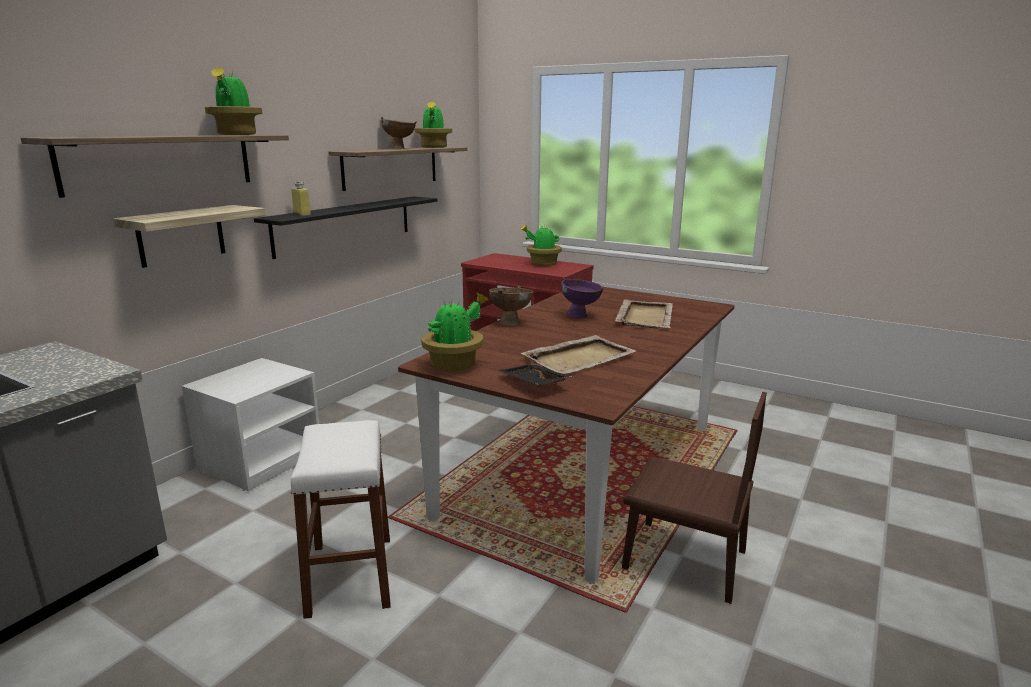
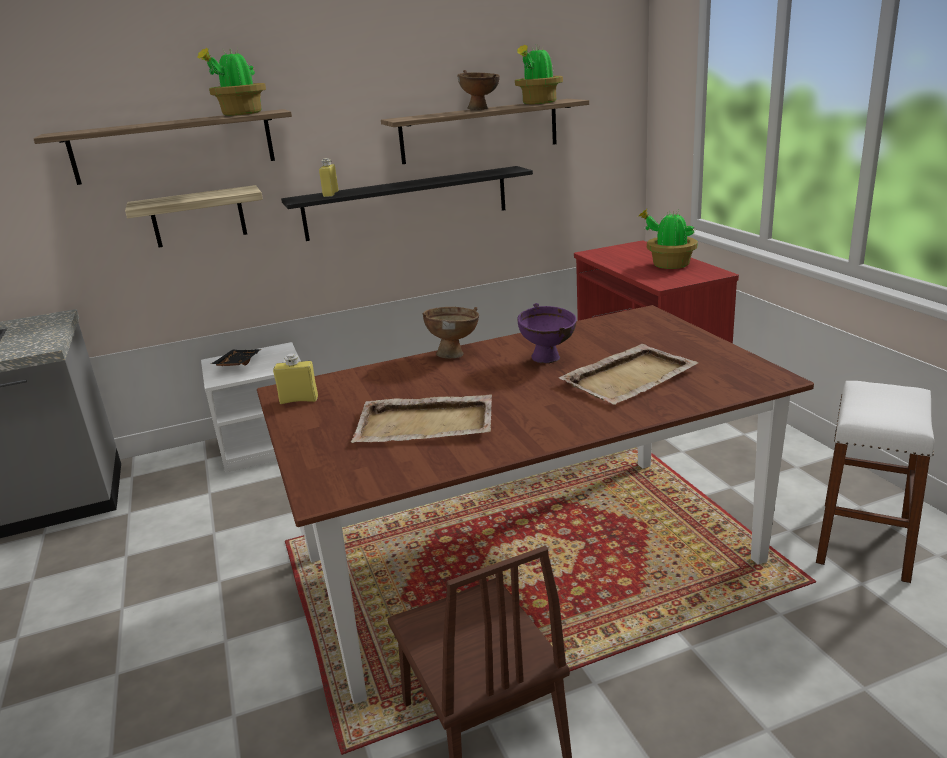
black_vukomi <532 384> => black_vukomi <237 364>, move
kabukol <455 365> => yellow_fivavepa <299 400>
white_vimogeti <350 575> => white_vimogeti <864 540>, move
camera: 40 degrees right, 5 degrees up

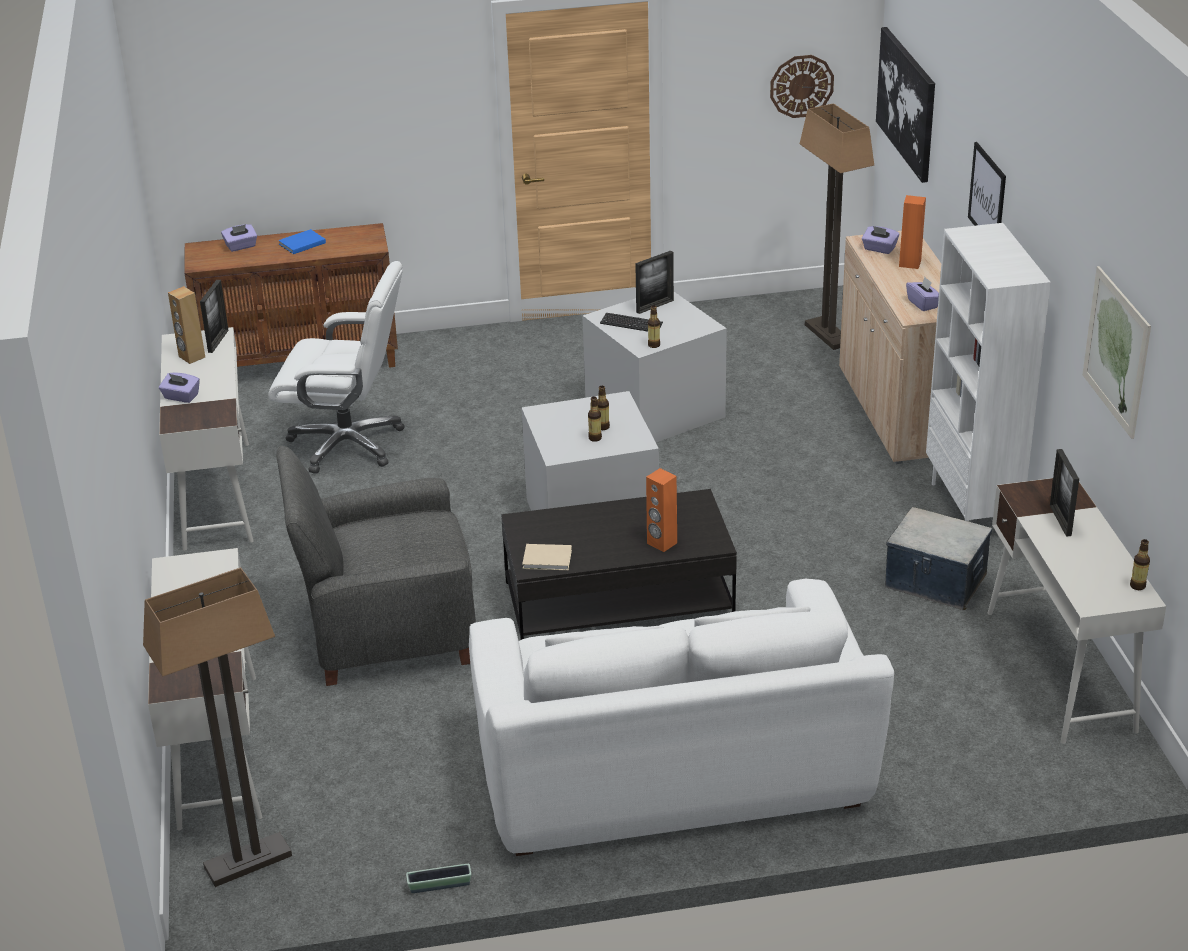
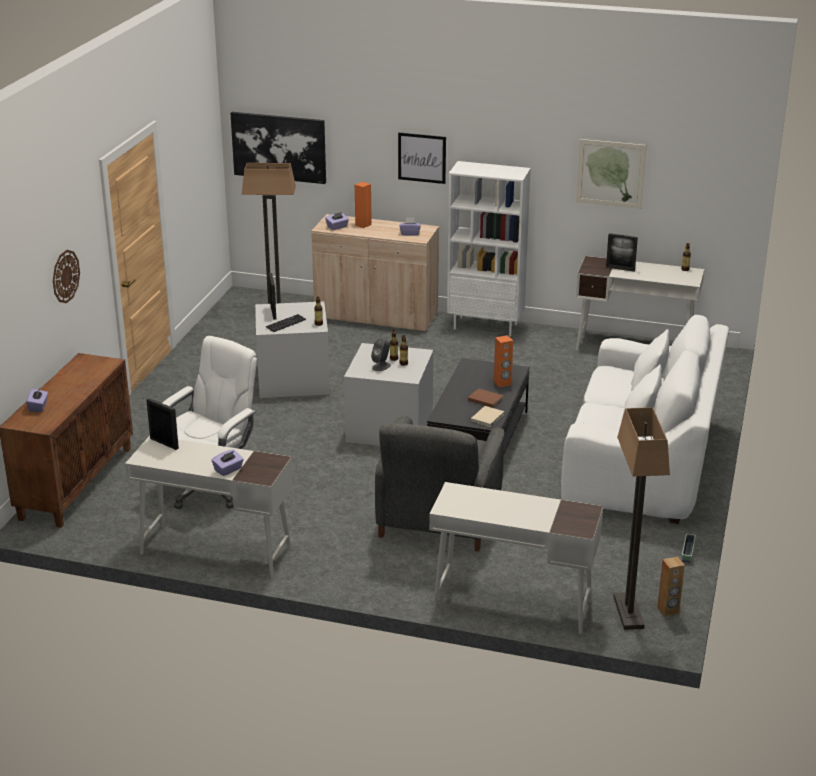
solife <801 86> => solife <65 276>, move
nothing => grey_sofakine <381 366>
nothing => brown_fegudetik <485 399>
brown_sofakine <191 357> => brown_sofakine <668 611>, move
blue_fegudetik <301 244> => nothing
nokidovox <935 581> => nothing
camera: 65 degrees left, 5 degrees down

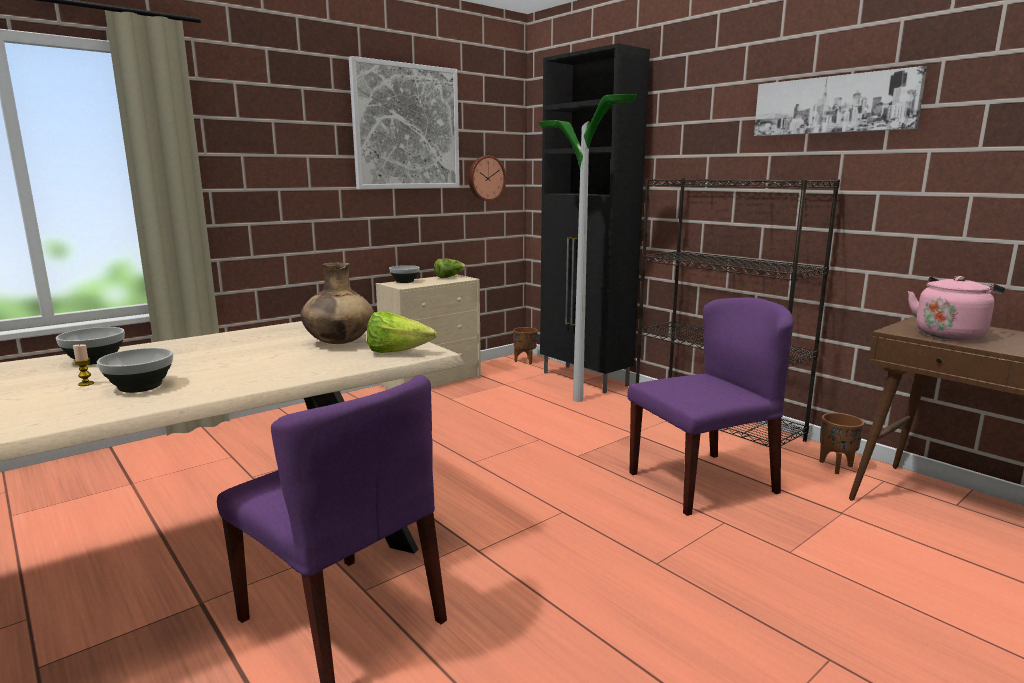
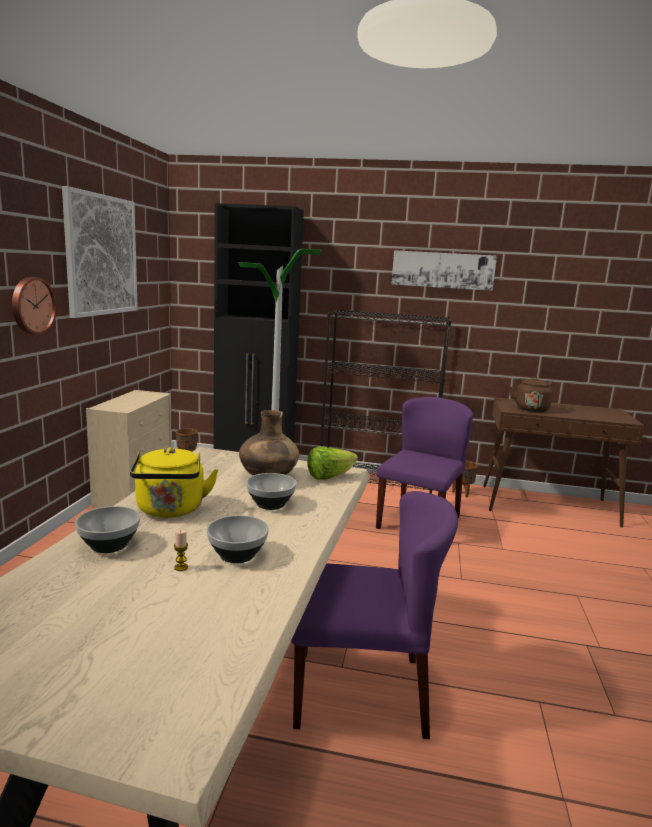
solife <486 178> => solife <32 305>, move
nothing => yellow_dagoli <170 510>
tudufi <405 281> => tudufi <271 504>, move
pink_dagoli <950 334> => brown_dagoli <530 409>
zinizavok <449 277> => nothing
camera: 40 degrees left, 0 degrees up

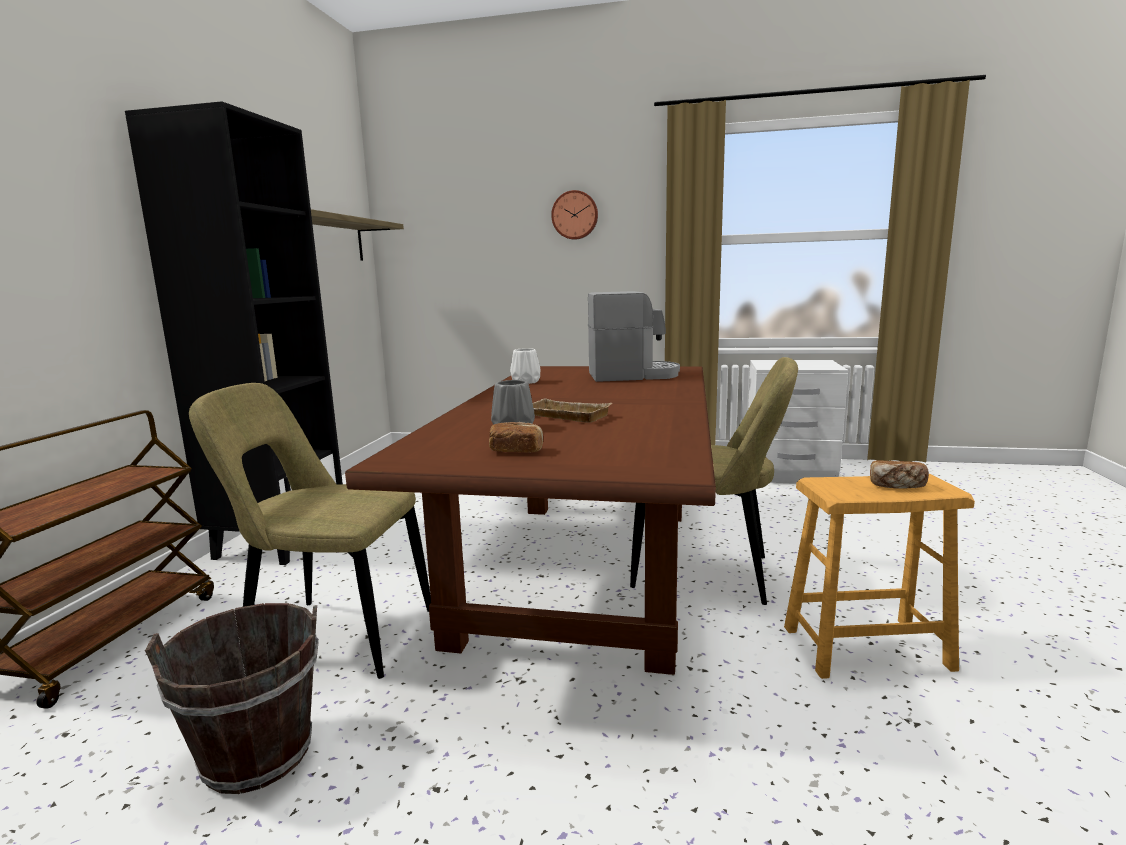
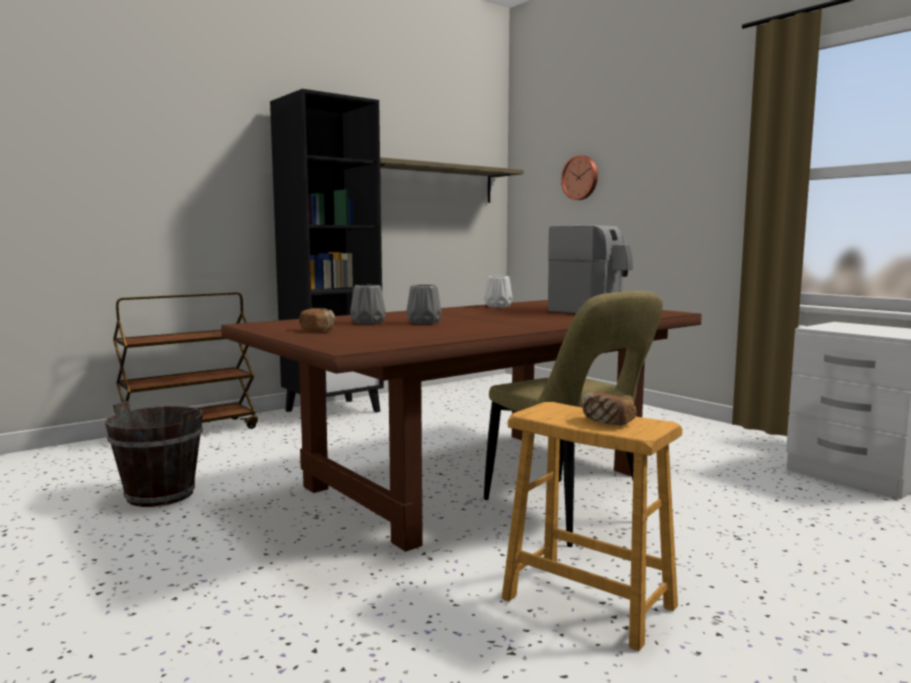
beige_vukomi <564 416> => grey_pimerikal <423 322>
solife <575 215> => solife <580 178>, move
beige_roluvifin <332 636> => nothing
camera: 40 degrees right, 5 degrees down

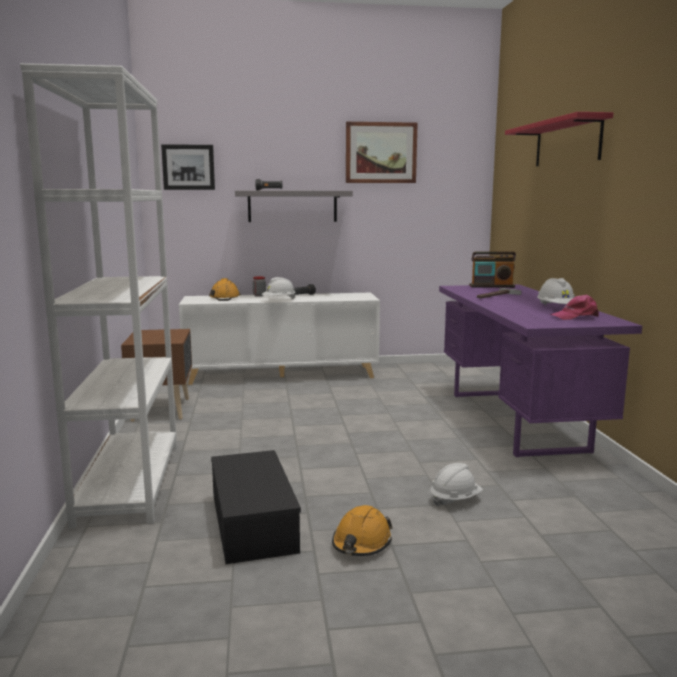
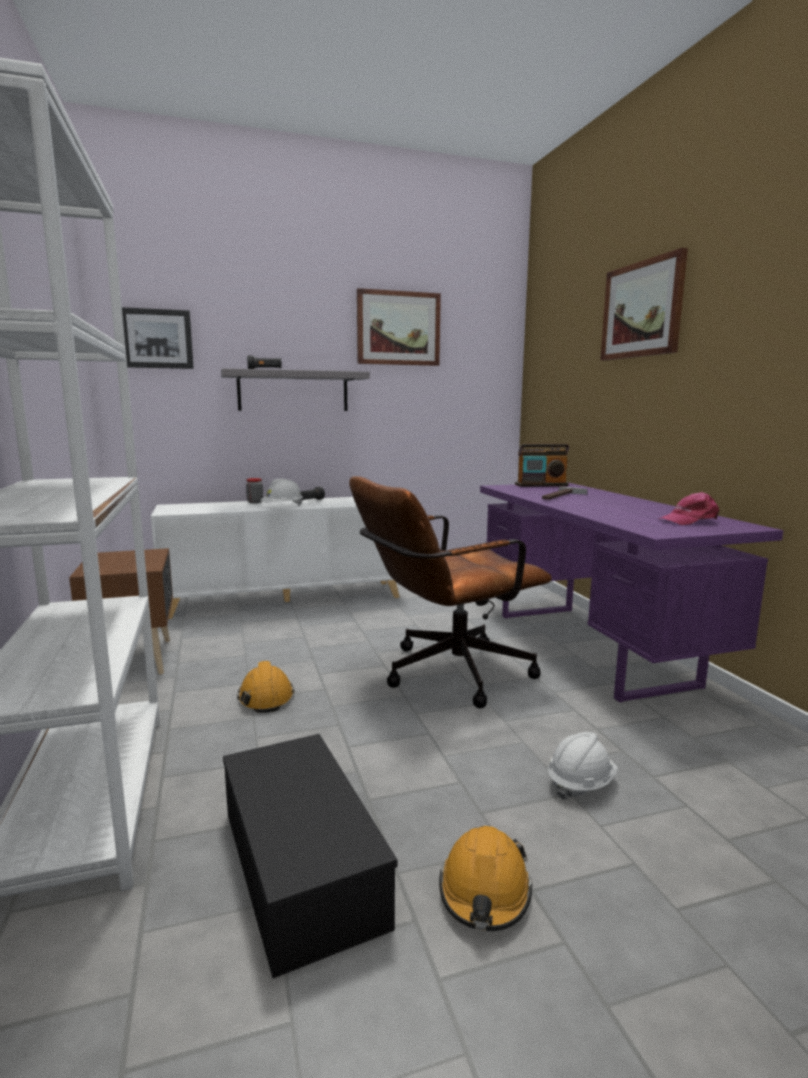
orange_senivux <225 297> => orange_senivux <265 697>, move
nothing => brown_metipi <445 674>
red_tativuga <567 143> => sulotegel <642 310>
white_senivux <556 308> => nothing
camera: 10 degrees left, 0 degrees up

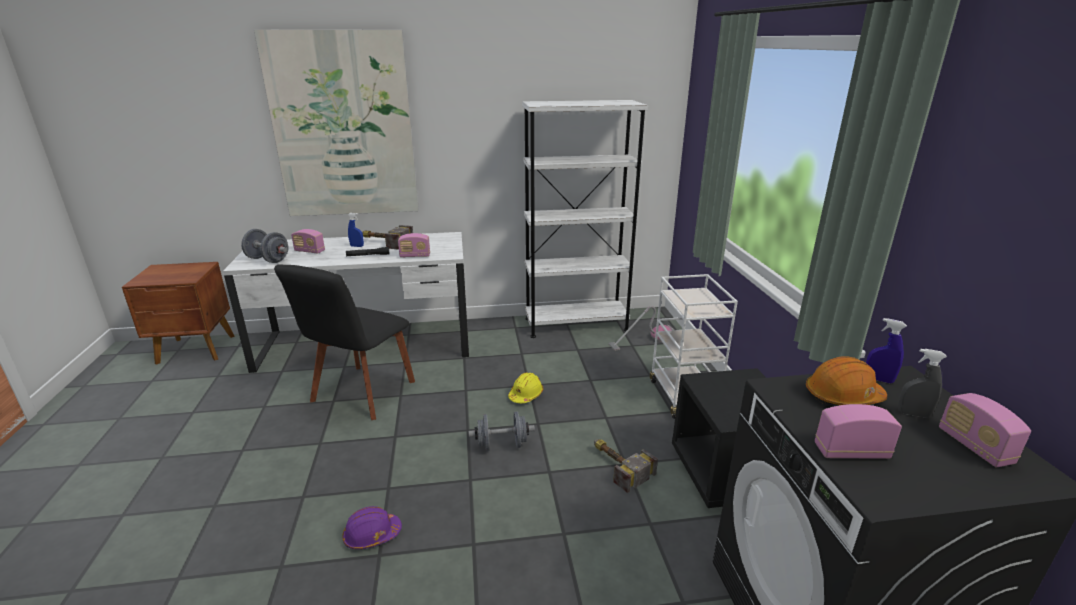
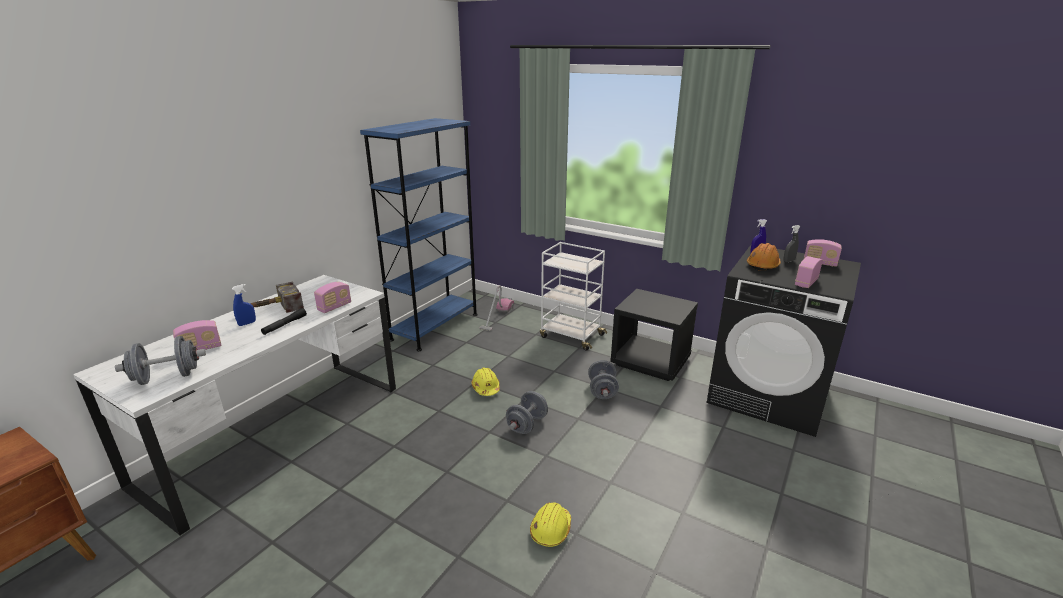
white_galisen <576 324> => blue_galisen <435 326>
purple_senivux <372 535> => yellow_senivux <551 530>
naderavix <617 465> => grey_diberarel <602 391>
sulotegel <343 126> => nothing
black_roluvifin <360 394> => nothing
camera: 50 degrees left, 0 degrees up

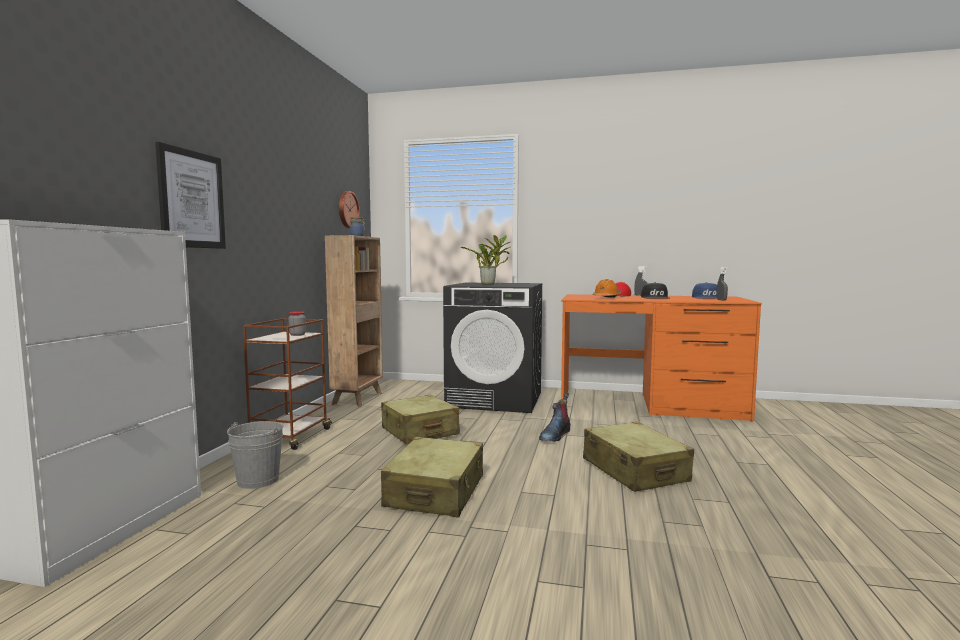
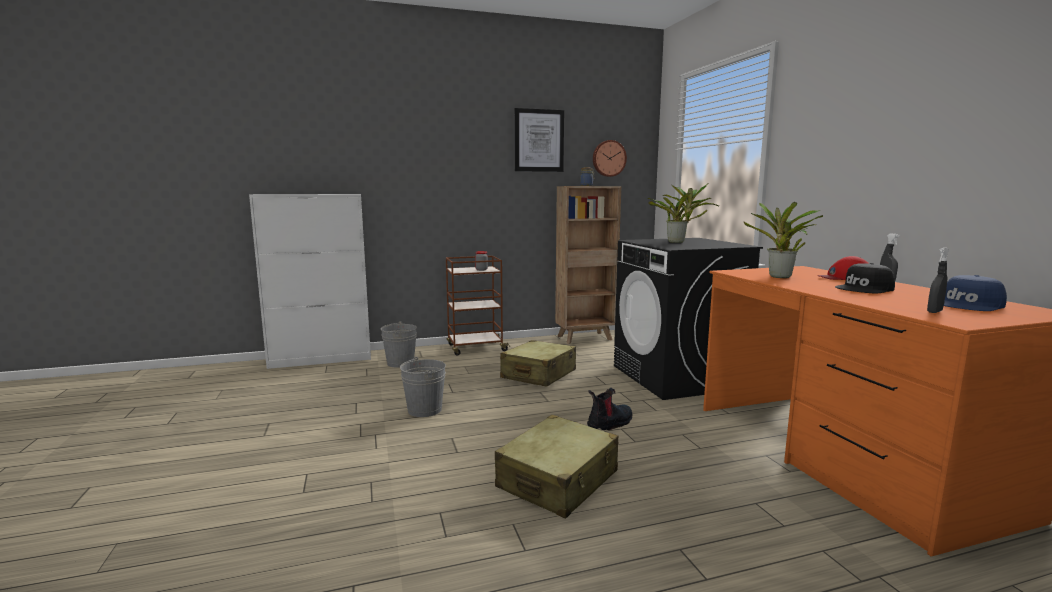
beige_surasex <435 492> => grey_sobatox <424 410>
sulotegel <191 199> => sulotegel <539 140>, move
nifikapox <555 435> => nifikapox <610 423>, 135 degrees clockwise
orange_senivux <605 298> => kabukol <779 277>
camera: 60 degrees right, 5 degrees up

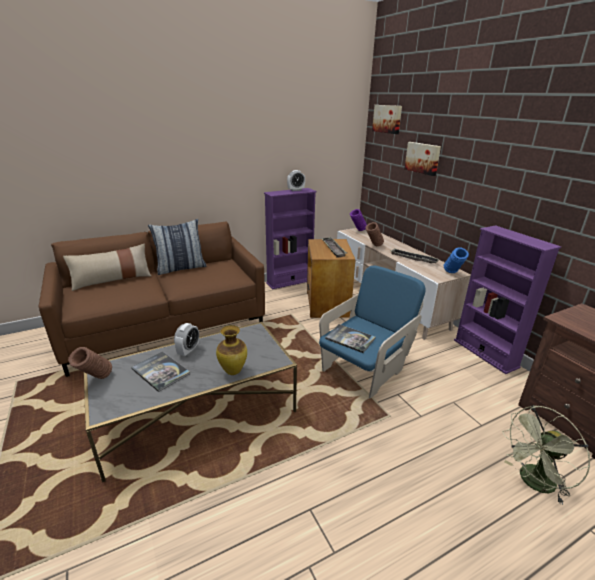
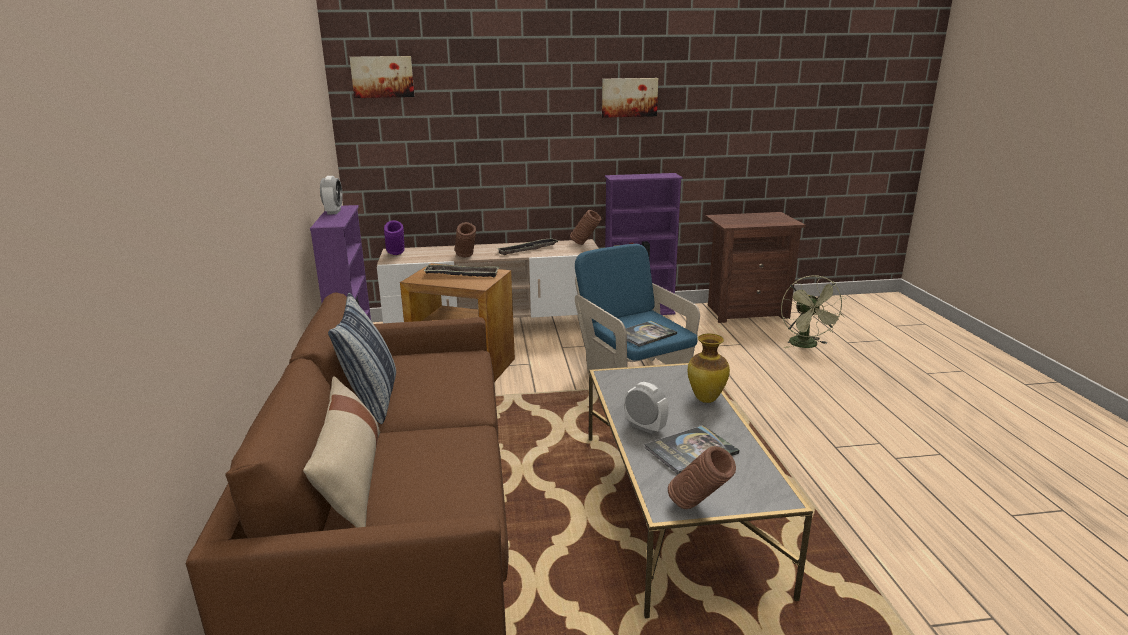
blue_pimerikal <452 274> => brown_pimerikal <585 244>
sulotegel <423 158> => sulotegel <629 97>, move
camera: 70 degrees left, 5 degrees down

